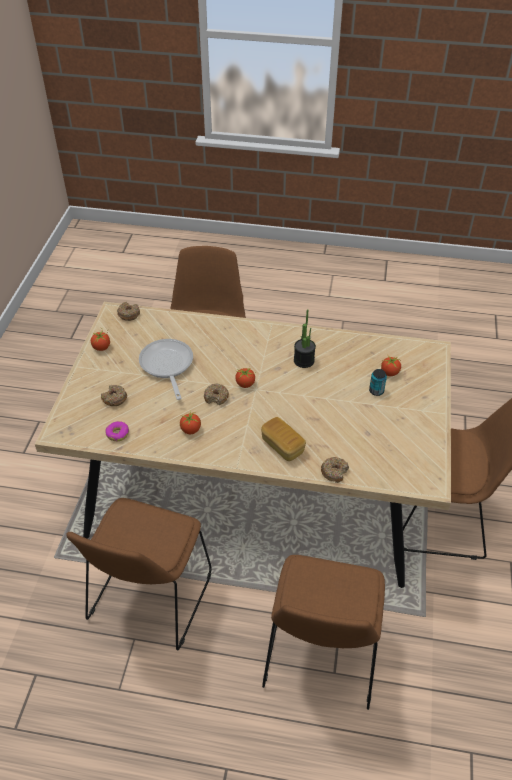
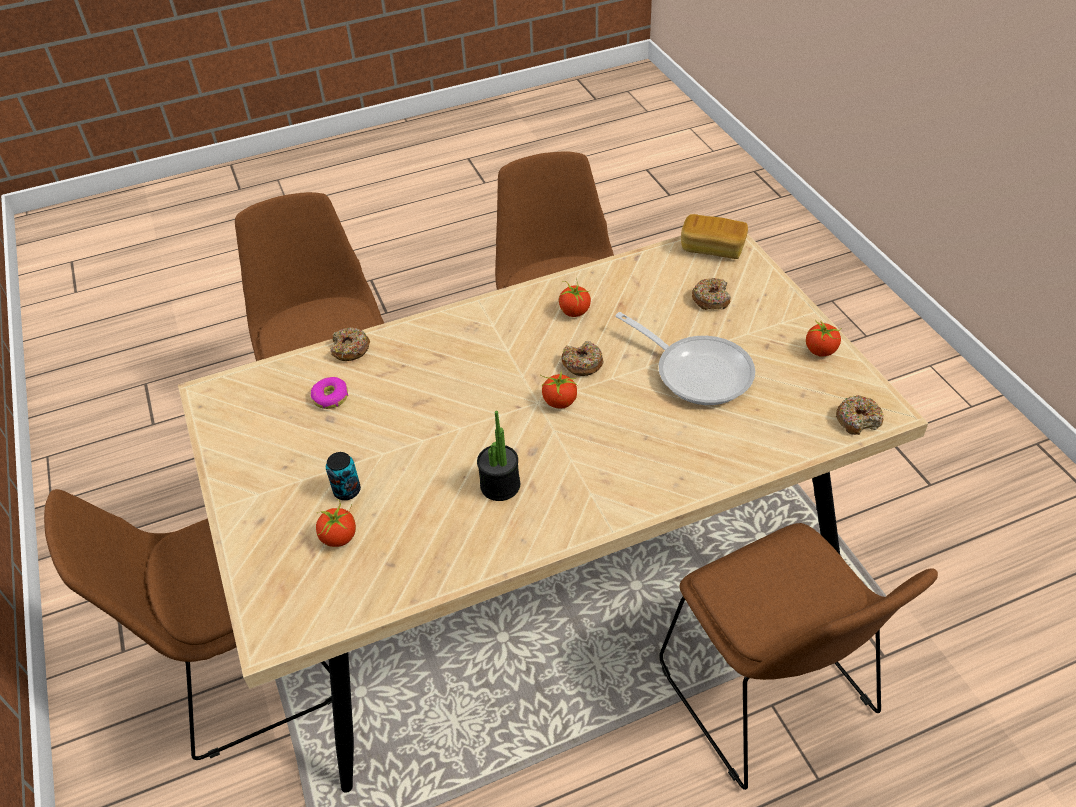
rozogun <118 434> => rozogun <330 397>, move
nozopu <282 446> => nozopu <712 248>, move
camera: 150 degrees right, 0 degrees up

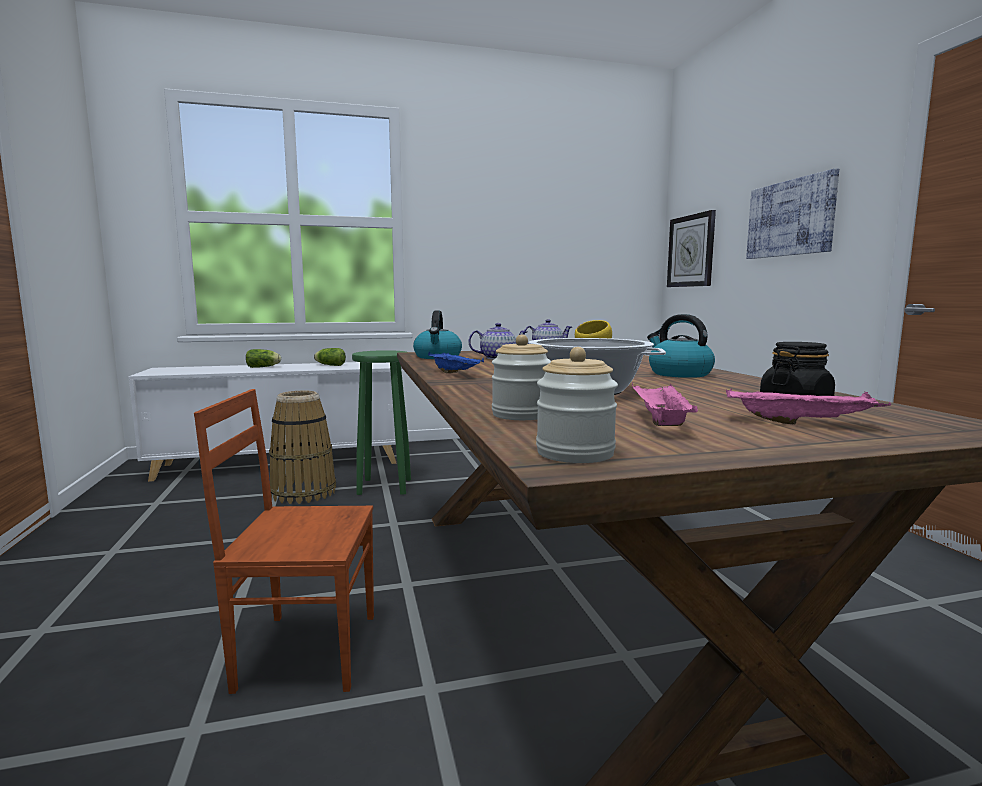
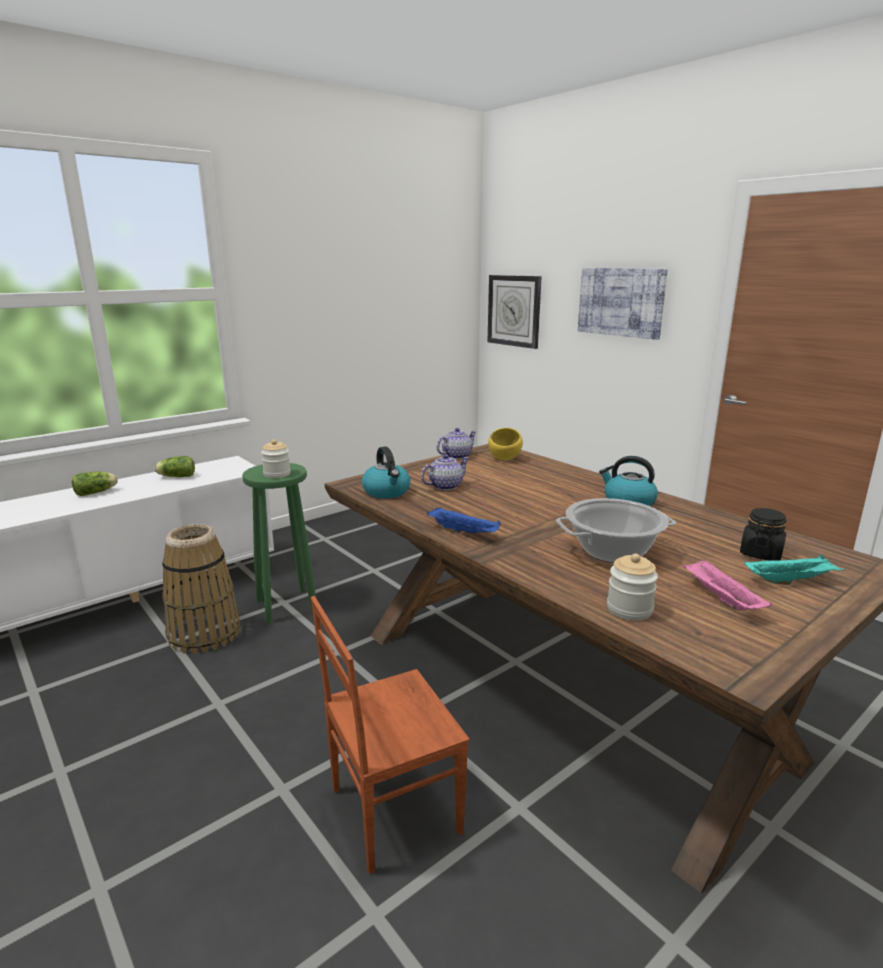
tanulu <575 453> => tanulu <277 474>, move
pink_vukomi <801 423> => turquoise_vukomi <790 581>
camera: 25 degrees left, 10 degrees up

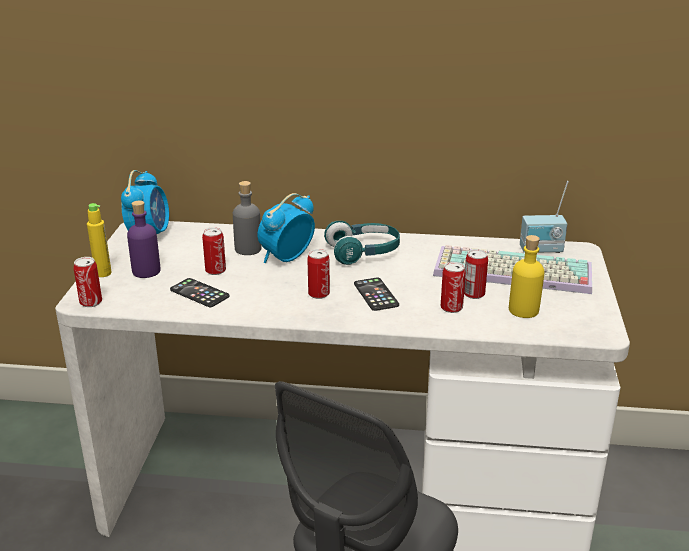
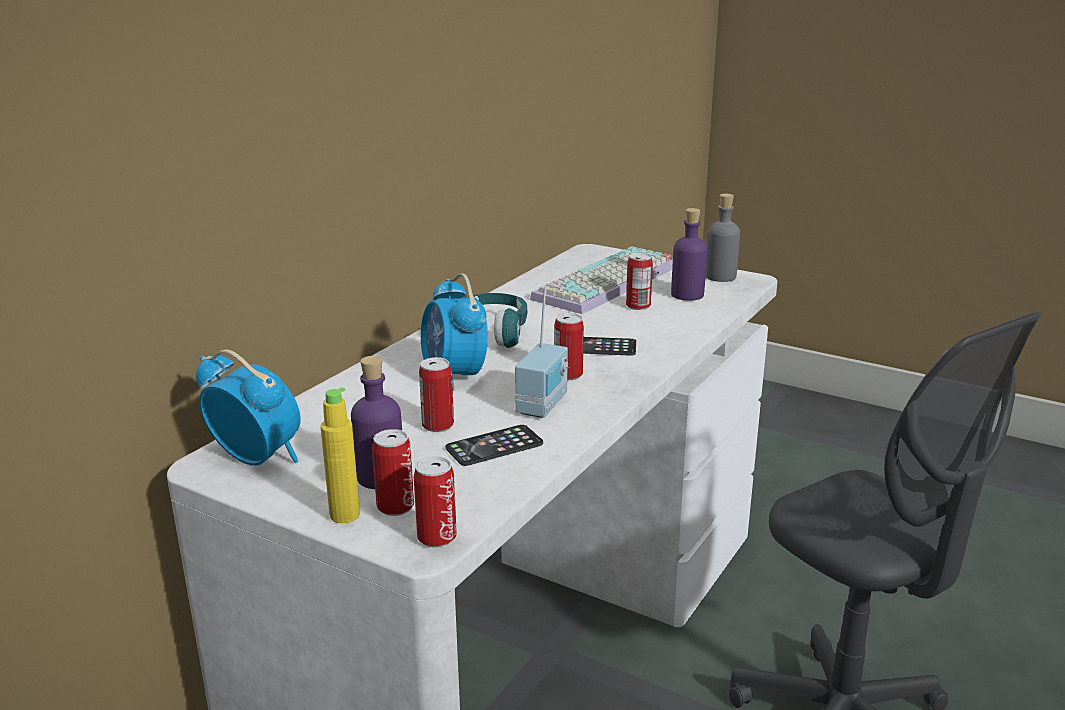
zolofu <451 308> => zolofu <395 507>, move
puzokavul <541 250> => puzokavul <544 404>, move
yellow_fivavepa <523 310> => purple_fivavepa <687 295>
grey_fivavepa <248 249> => grey_fivavepa <720 276>, move
camera: 65 degrees left, 5 degrees down

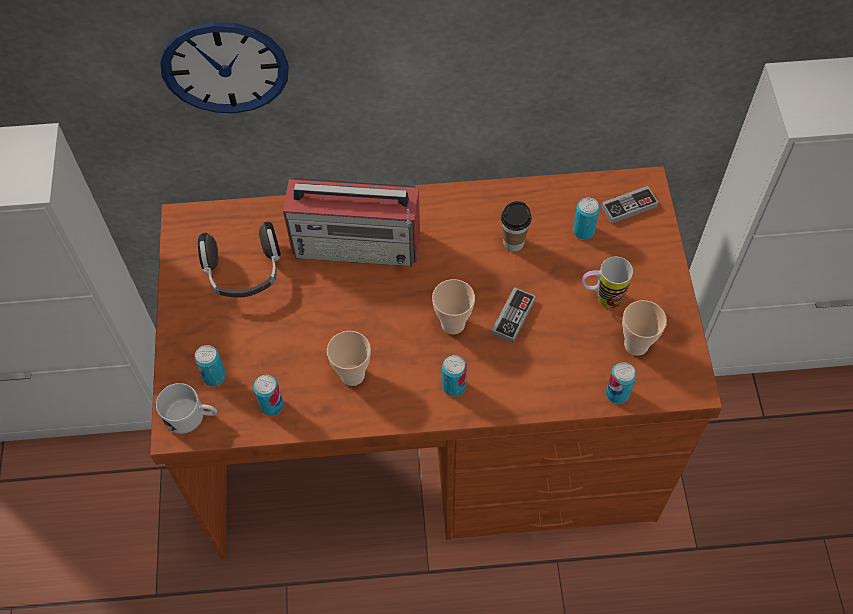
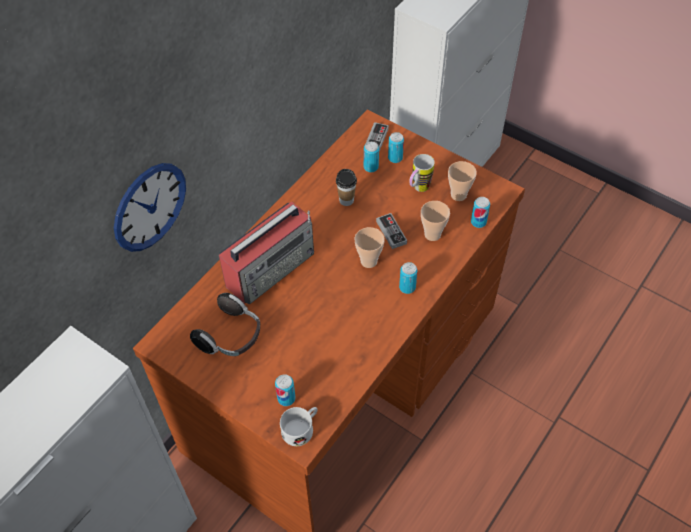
zolofu <272 405> => zolofu <395 158>, move
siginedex <352 375> => siginedex <432 234>, move
camera: 50 degrees left, 5 degrees down

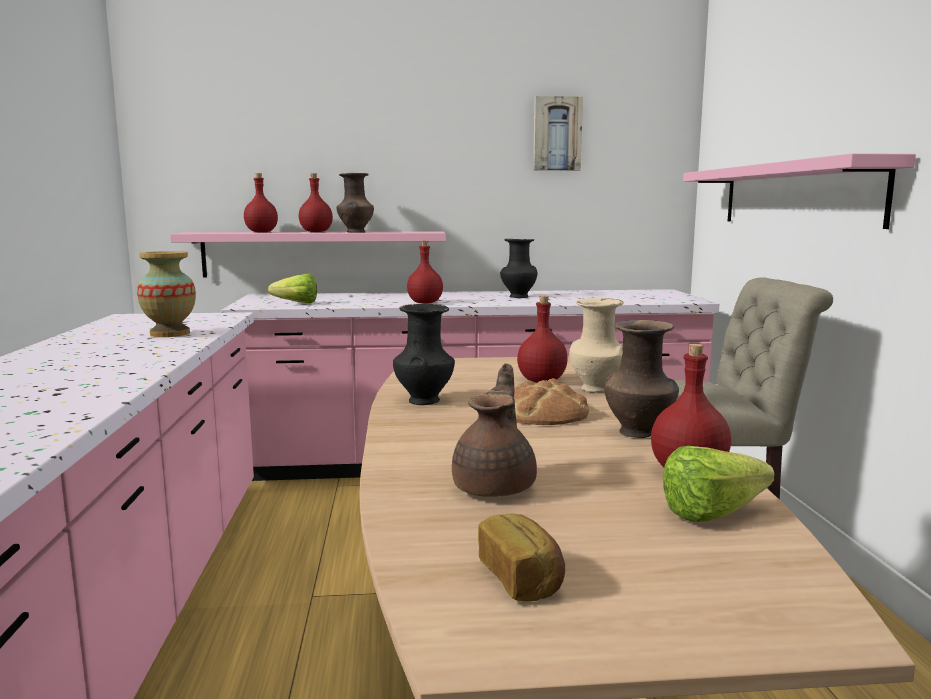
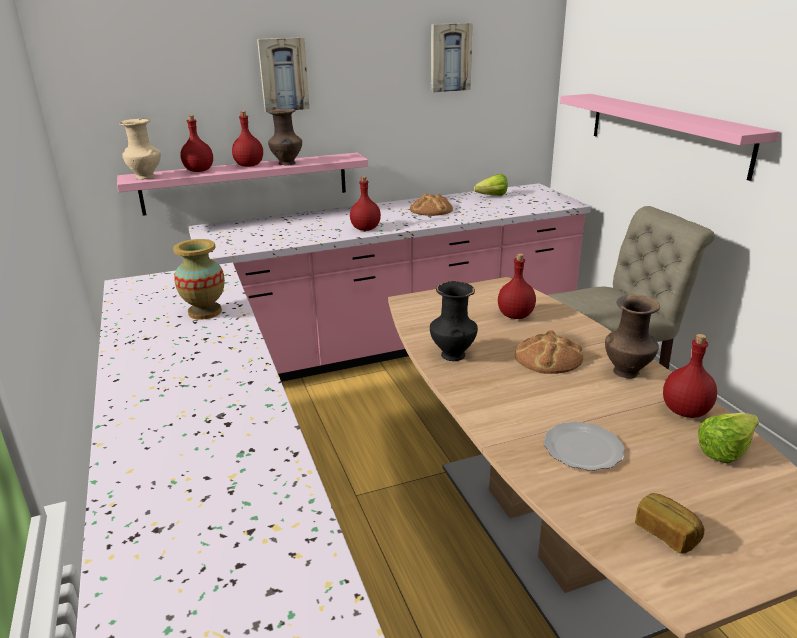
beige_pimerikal <598 389> => beige_pimerikal <146 177>, move
nothing => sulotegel <283 74>
black_pimerikal <517 297> => nozopu <431 210>
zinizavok <293 303> => zinizavok <489 196>, move
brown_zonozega <496 486> => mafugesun <584 448>
camera: 15 degrees left, 15 degrees up

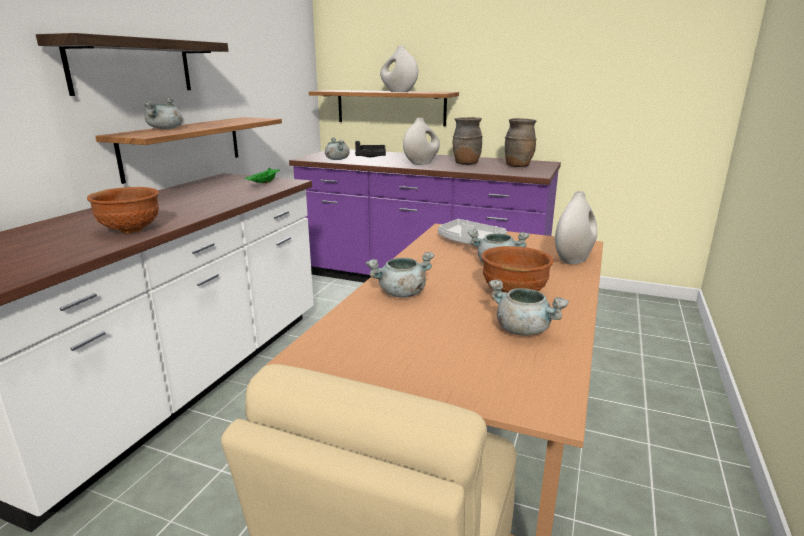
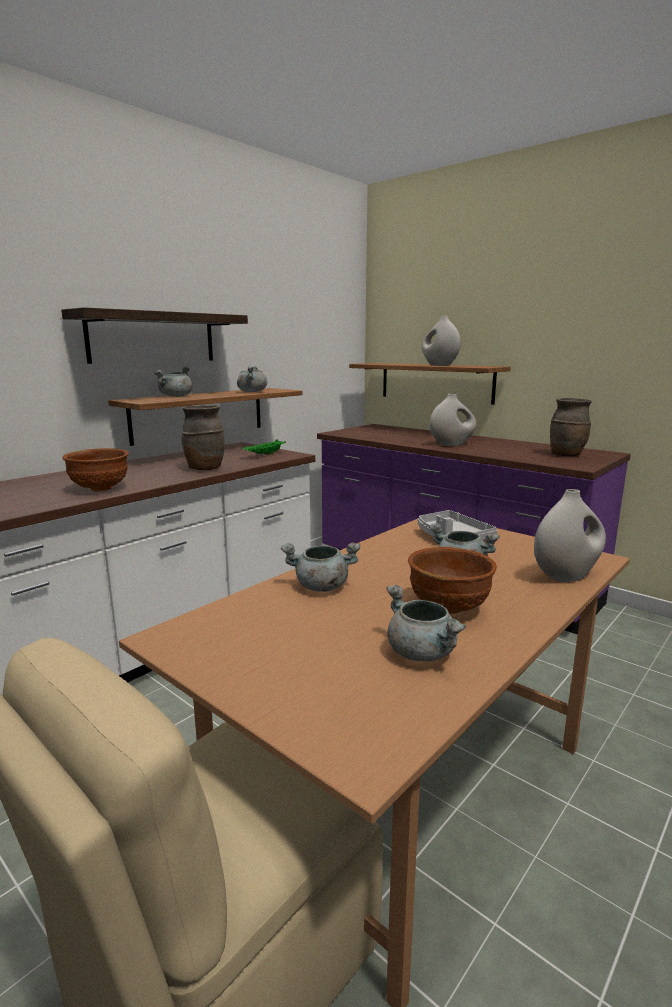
brown_pimerikal <466 164> => brown_pimerikal <204 469>, move
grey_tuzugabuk <337 159> => grey_tuzugabuk <252 391>, move
black_vukomi <370 156> => nothing
camera: 20 degrees right, 5 degrees down

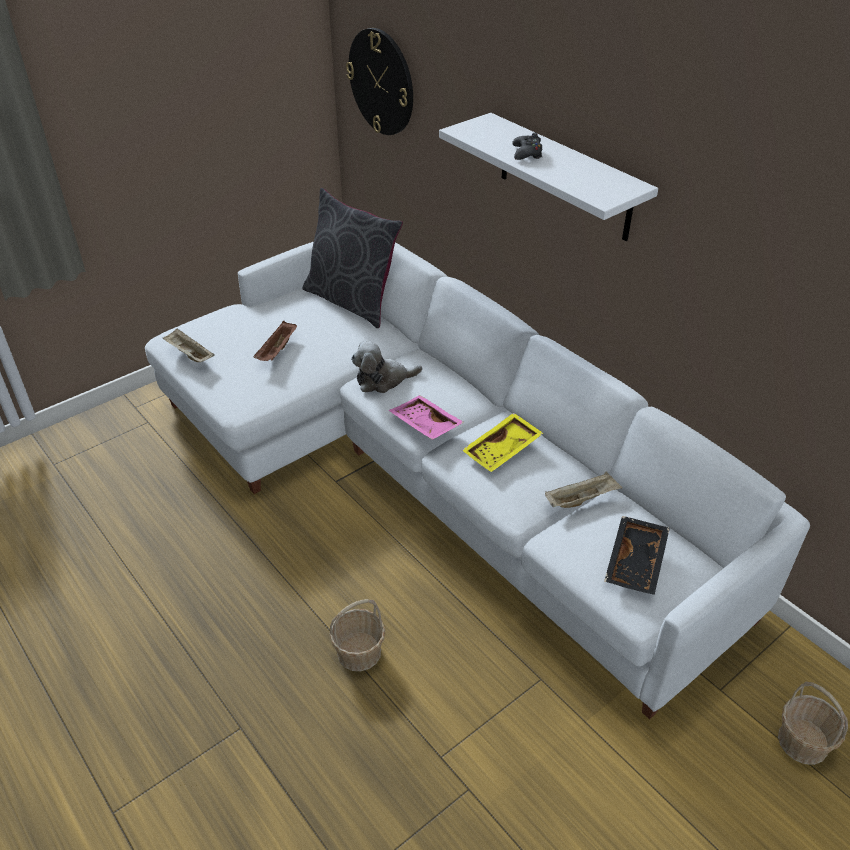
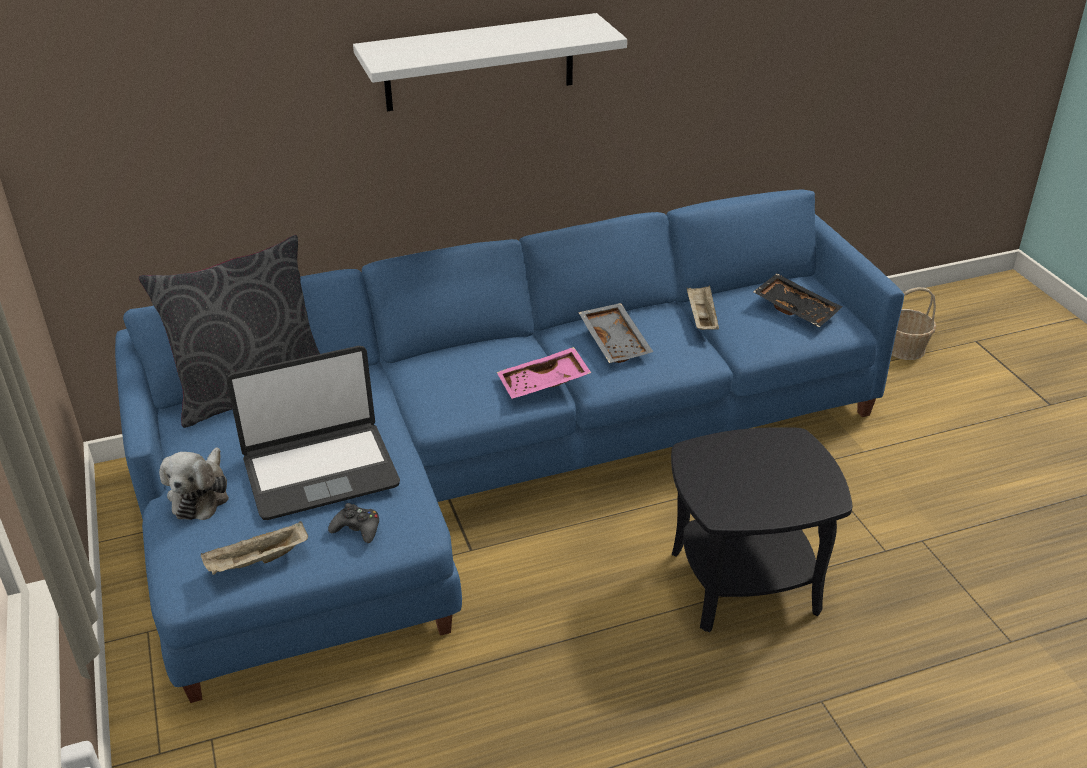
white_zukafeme <427 466> => blue_zukafeme <490 468>
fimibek <383 380> => fimibek <201 495>, move
brown_vukomi <277 351> => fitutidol <320 471>
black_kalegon <527 153> => black_kalegon <357 529>, move
yellow_vukomi <503 450> => grey_vukomi <616 342>
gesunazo <359 652> => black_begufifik <745 582>
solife <381 82> => nothing
camera: 70 degrees left, 5 degrees down

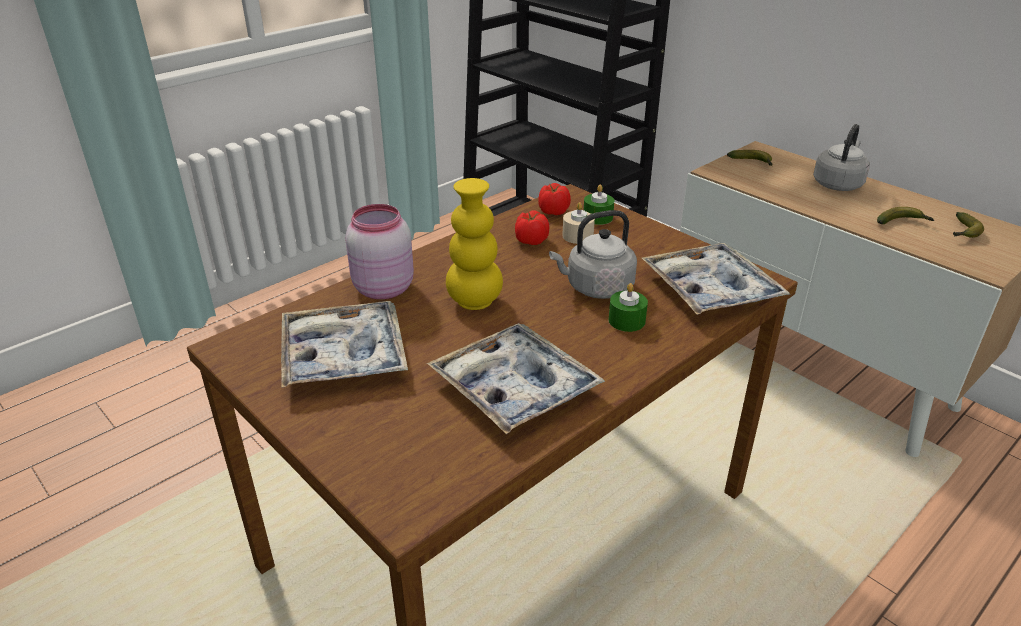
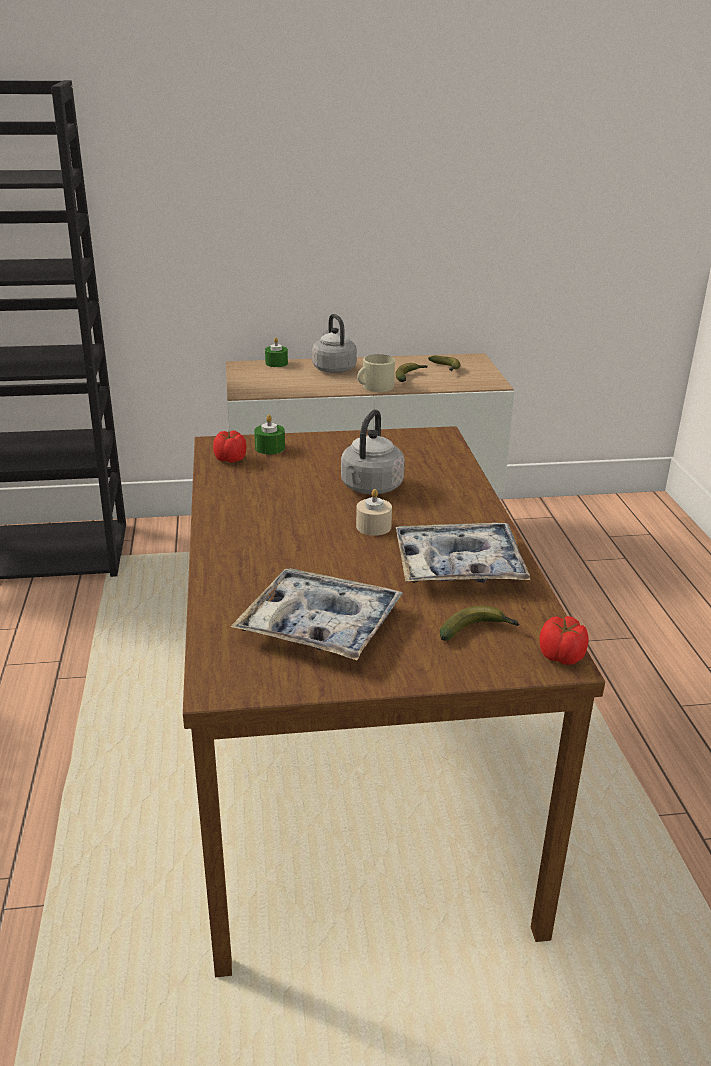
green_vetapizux <626 321> => green_vetapizux <276 363>, move
beige_vetapizux <577 236> => beige_vetapizux <373 526>, move
nothing => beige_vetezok <374 387>
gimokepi <752 163> => gimokepi <477 631>, move
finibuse <530 241> => finibuse <562 657>, move
pink_tanulu <382 288> => nothing
yellow_pimerikal <474 302> => nothing
vukomi <711 289> => nothing
camera: 55 degrees left, 5 degrees down

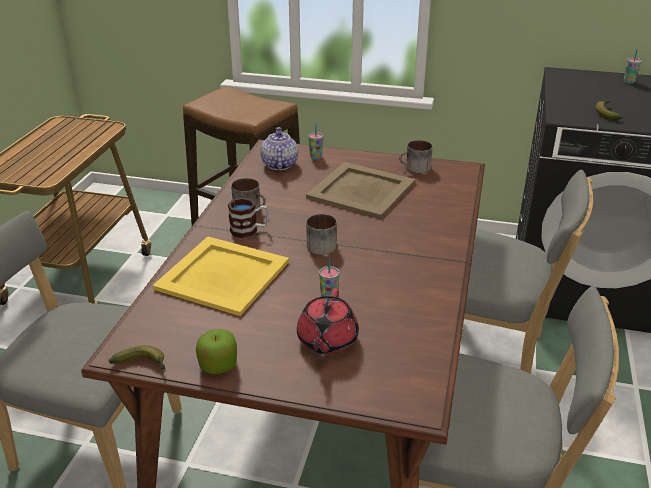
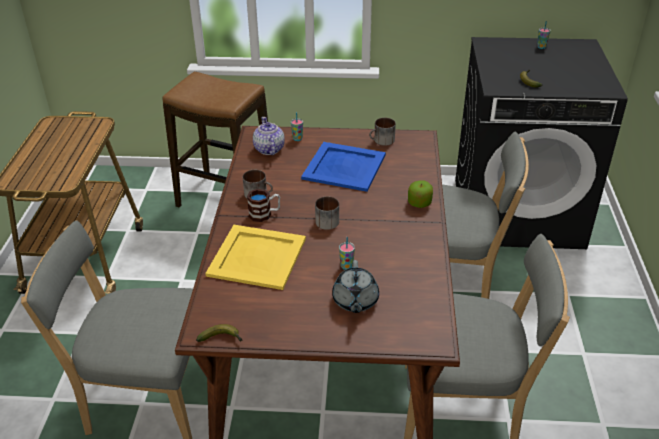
beige_vukomi <361 190> => blue_vukomi <344 167>
red_zonozega <326 341> => grey_zonozega <355 301>
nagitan <218 365> => nagitan <419 203>, move
camera: 10 degrees left, 5 degrees up

